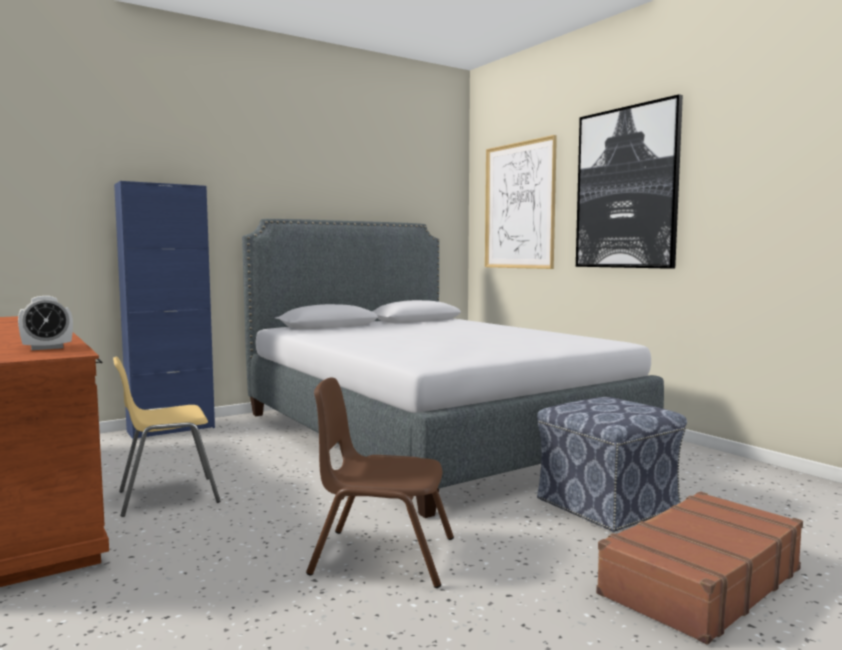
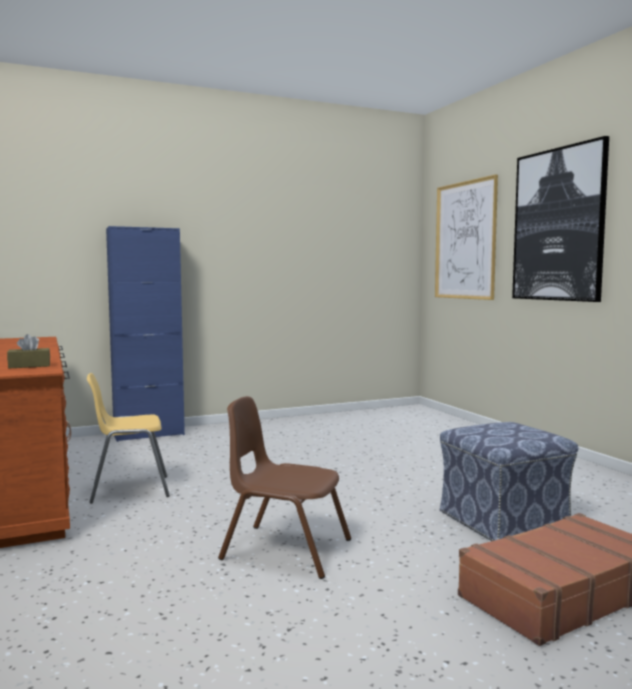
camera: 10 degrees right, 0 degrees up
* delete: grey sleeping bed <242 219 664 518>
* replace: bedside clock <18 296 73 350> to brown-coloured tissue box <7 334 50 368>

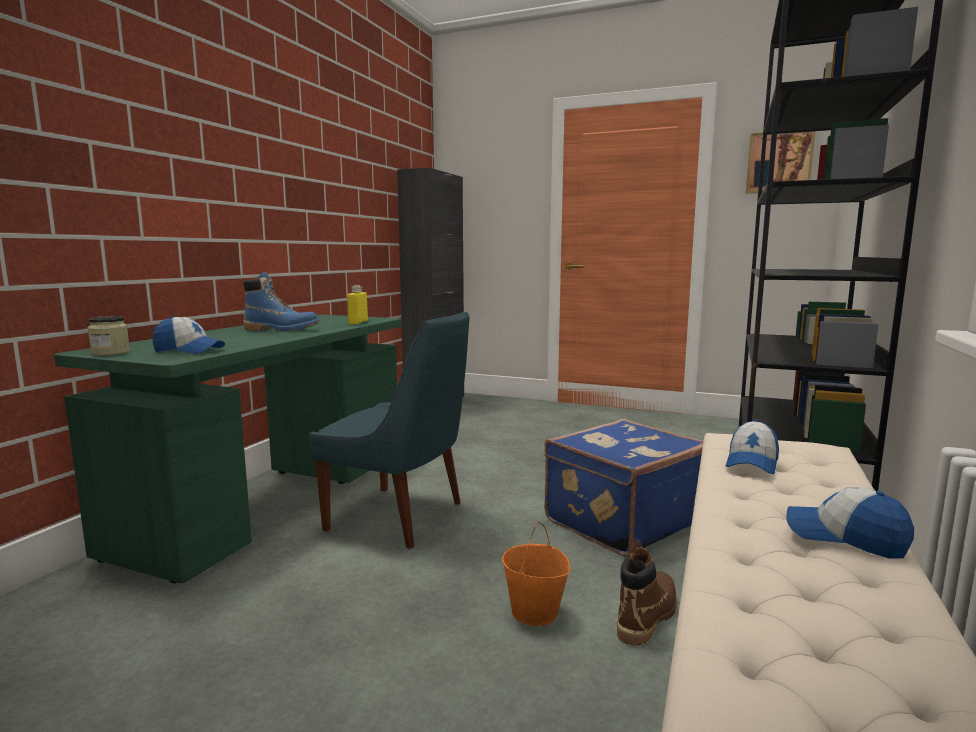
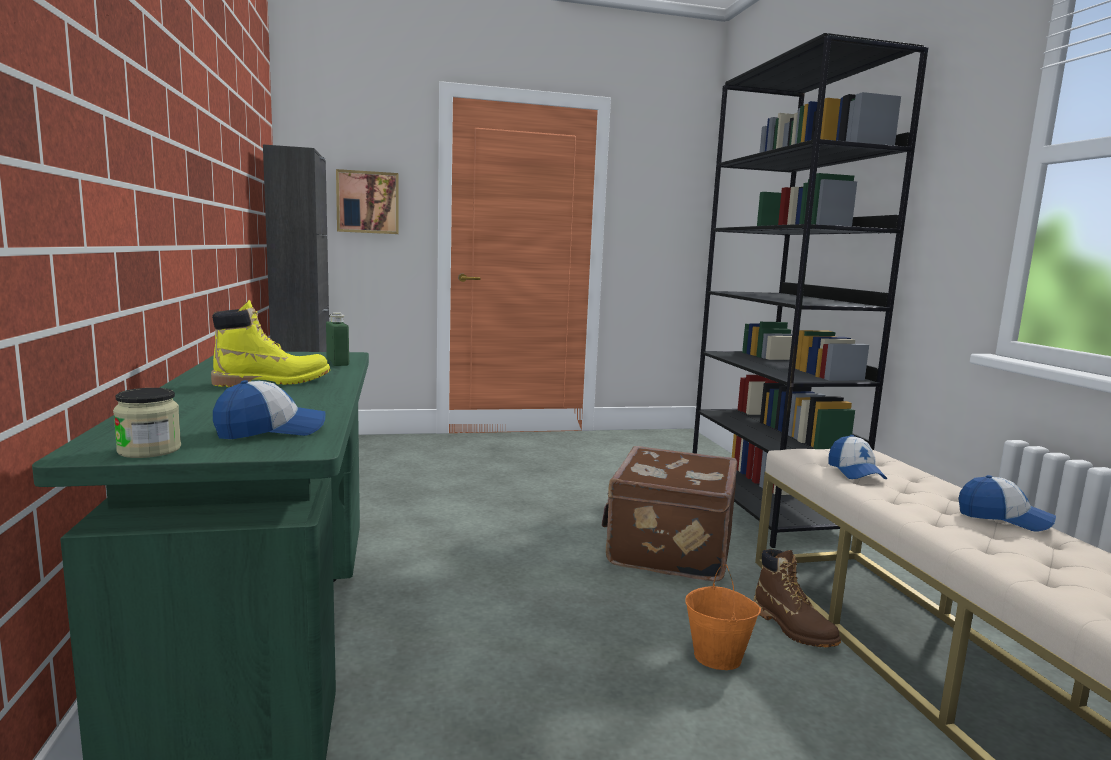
camera: 35 degrees left, 0 degrees up
* delete: blue chair <309 312 469 549>
* move: picture <746 131 815 194> to <336 169 399 234>
* recolor: blue tall boot <243 272 319 331> to yellow tall boot <211 300 330 387>
* recolor: yellow bottle <347 285 368 324> to green-coloured bottle <326 312 349 366>
* recolor: blue travel case <544 419 703 557> to brown-coloured travel case <602 446 737 582>
* rotate: brown-coloured tall boot <617 547 677 645> = <753 549 841 648> 150 degrees clockwise
* rotate: cap <786 487 914 559> = <958 475 1056 531> 150 degrees counterclockwise

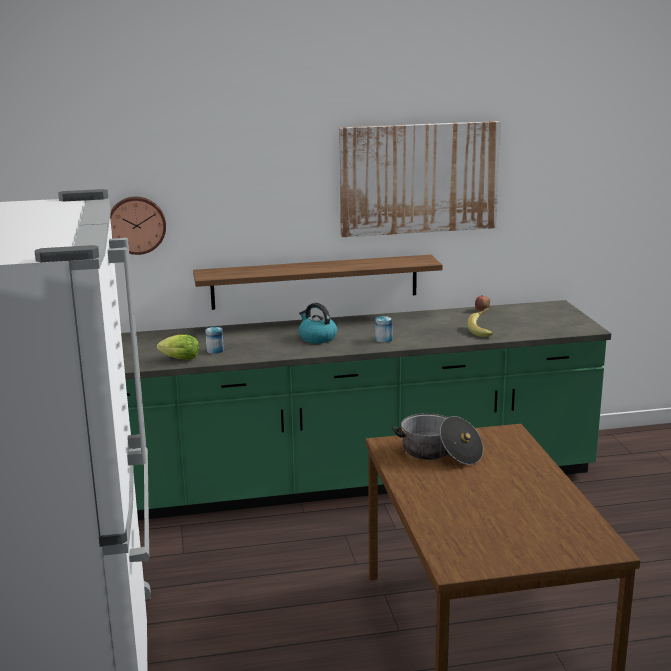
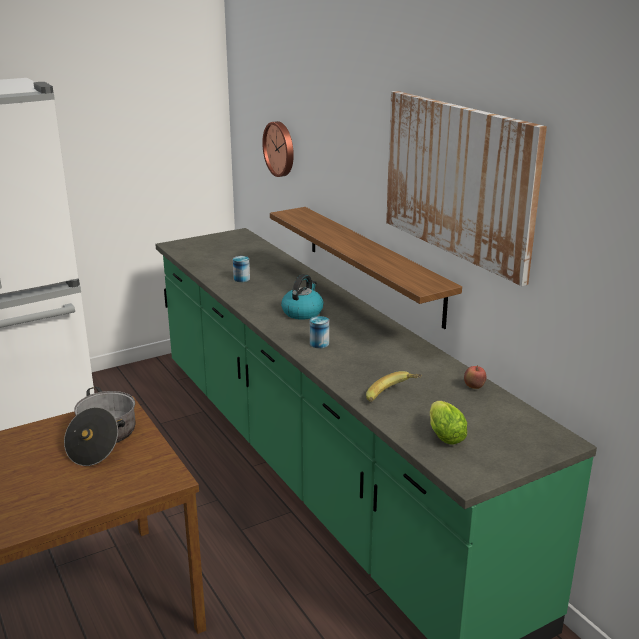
camera: 70 degrees right, 5 degrees up
* move: head of lettuce <157 334 199 360> to <430 401 467 444>

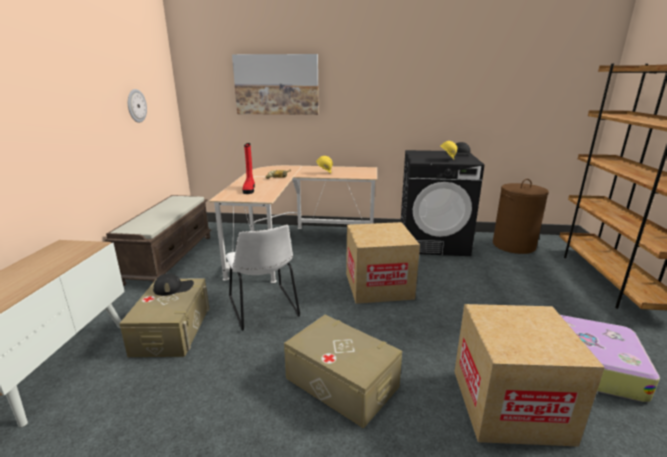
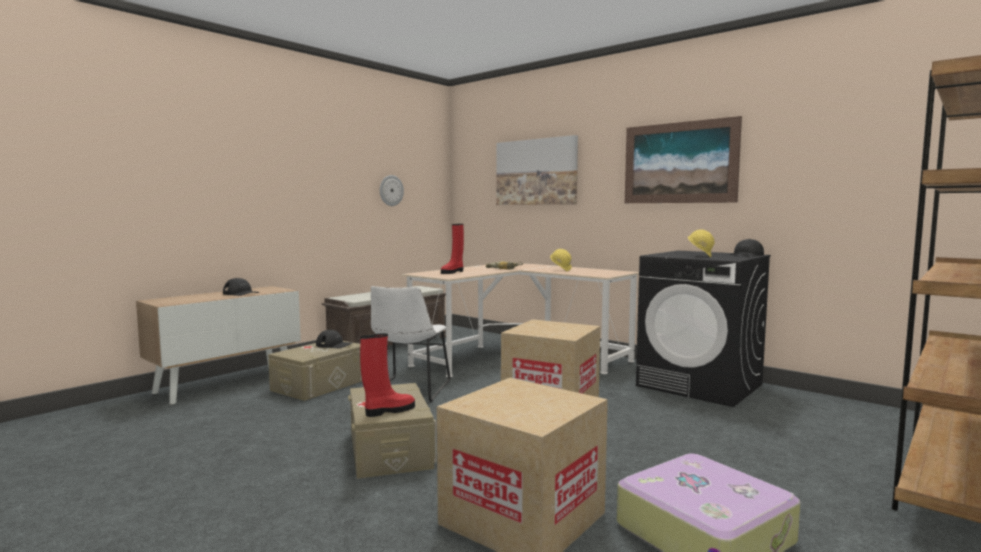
camera: 35 degrees right, 15 degrees down
* delete: brown-coloured washing basket <493 179 549 254>
* insert: blackish cap <223 278 259 296>
* insert: red-coloured tall boot <360 333 415 417>
* insert: picture <625 116 742 203>

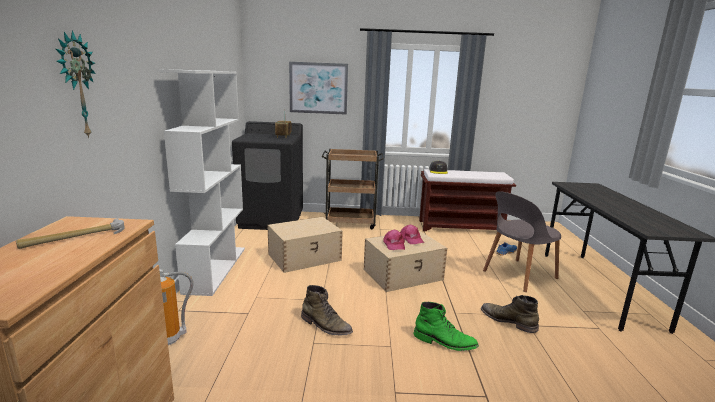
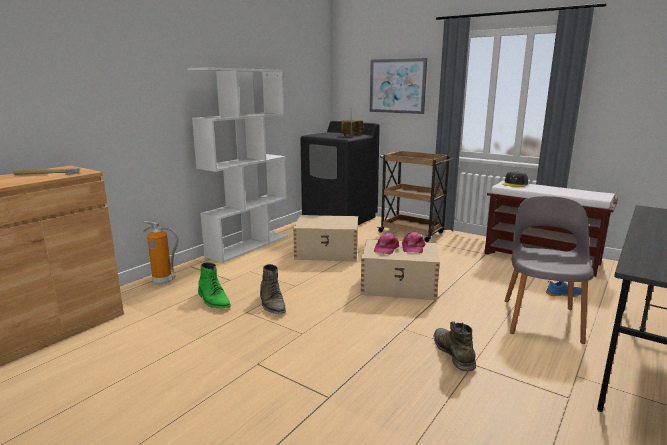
camera: 35 degrees right, 0 degrees up
* delete: hanging clock <55 30 96 139>
* move: green-coloured tall boot <414 302 479 351> to <198 262 231 309>
* rotate: grey chair <483 191 561 292> = <505 196 594 344> 105 degrees clockwise

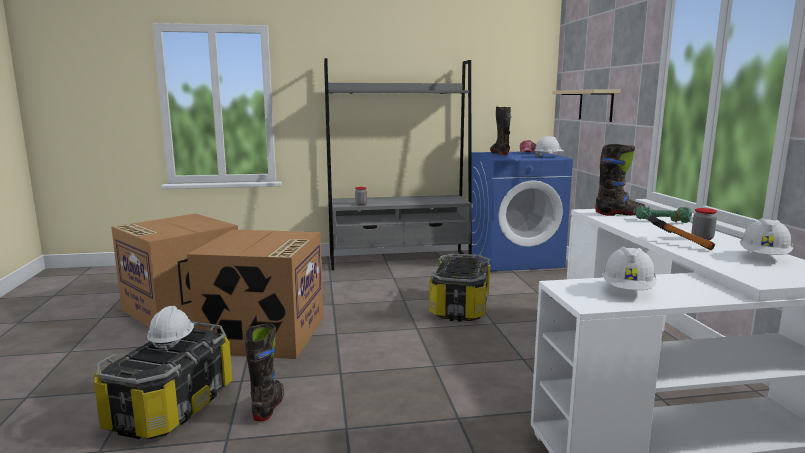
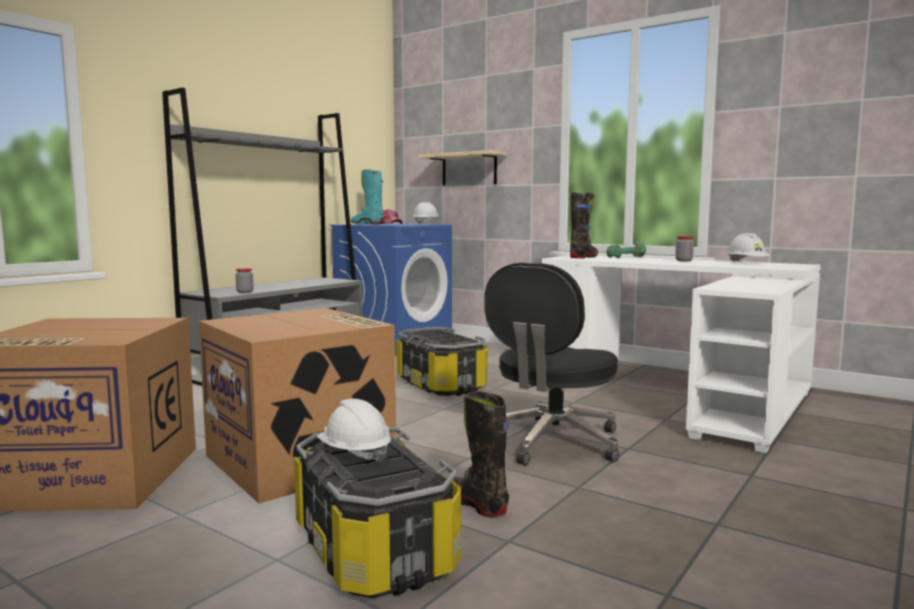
camera: 45 degrees left, 5 degrees down
* delete: whitish safety helmet <602 247 657 290>
* delete: hand hammer <649 216 715 250>
* insert: blackish office chair <484 262 619 466>
* recolor: blackish tall boot <490 106 511 155> to turquoise tall boot <351 169 384 225>

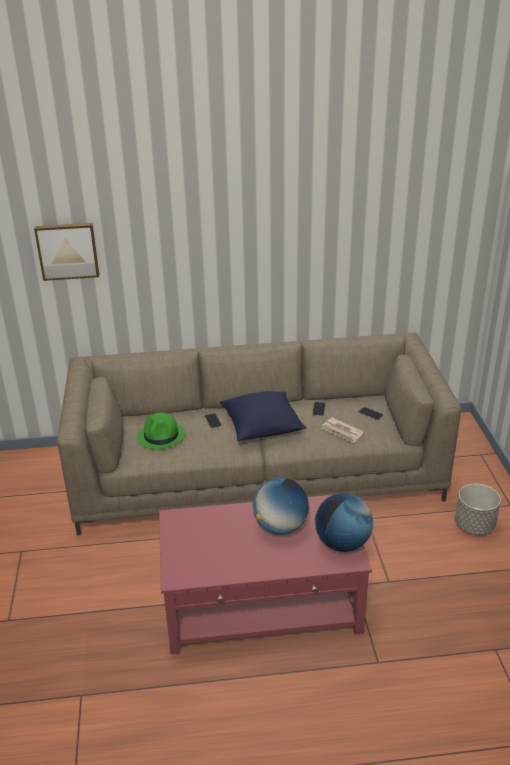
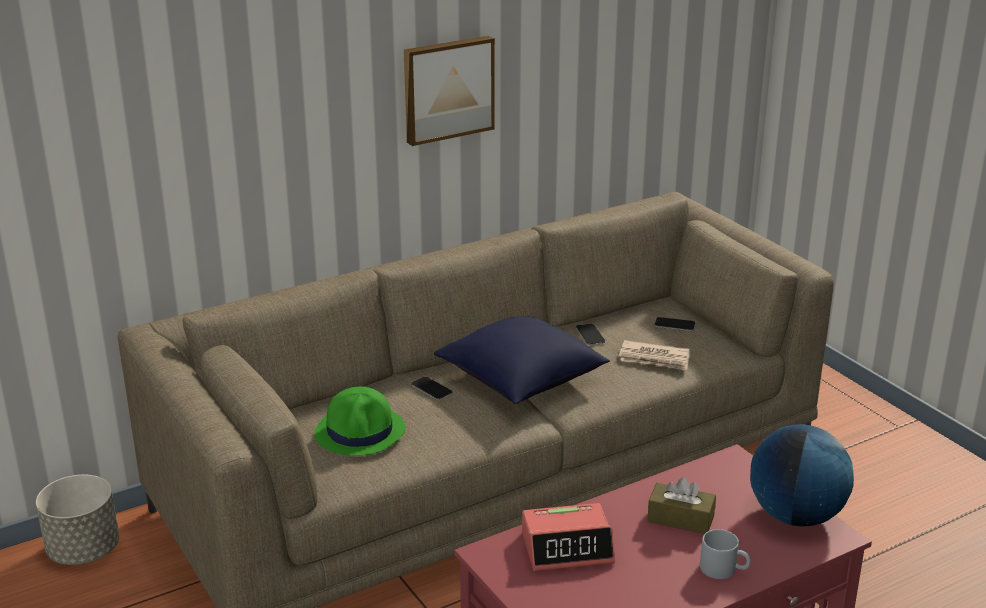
camera: 25 degrees left, 5 degrees down
* insert: bedside clock <522 503 615 571>
* insert: grey coffee mug <700 529 750 579>
* move: picture <34 223 99 281> to <404 36 495 146>
* move: grey planter <455 484 501 535> to <36 475 119 565>
* replace: globe <253 478 309 535> to brown-coloured tissue box <647 477 716 534>

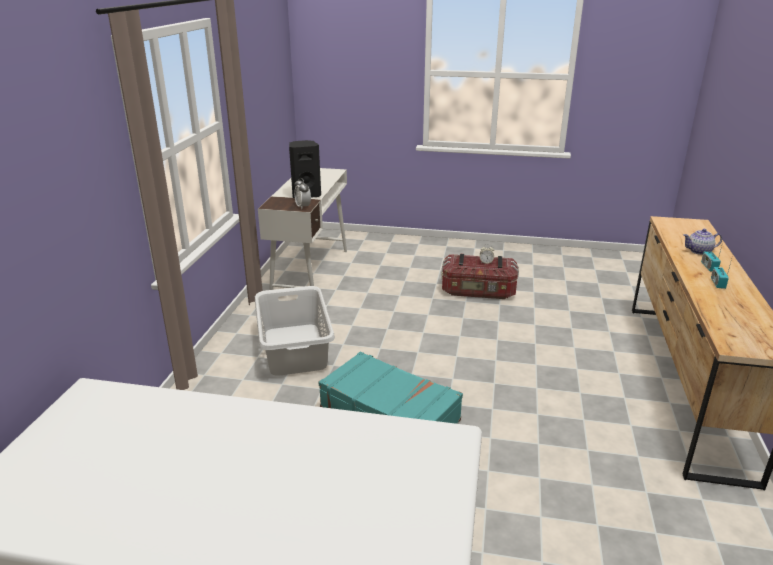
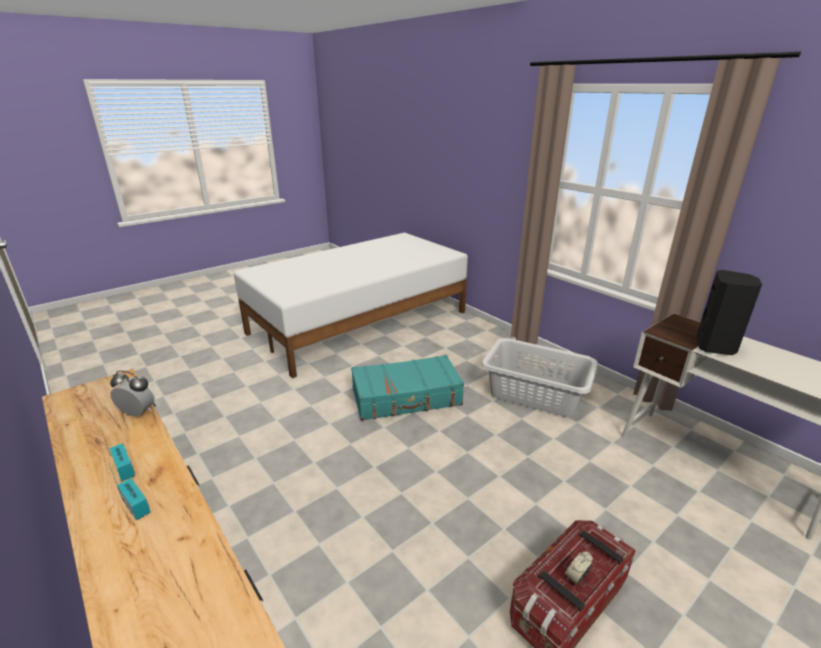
camera: 130 degrees right, 0 degrees up
* delete: tea pot <683 229 722 255>
* move: bedside clock <294 178 311 209> to <110 370 155 417>

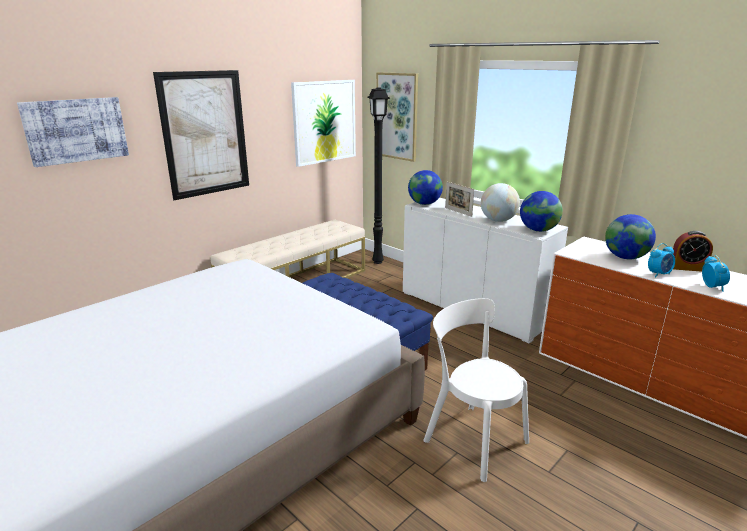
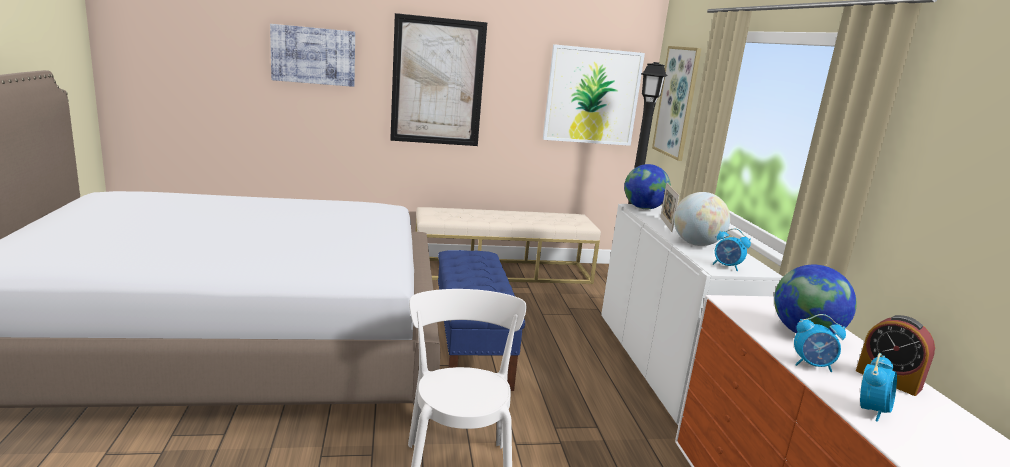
camera: 35 degrees right, 5 degrees down
* replace: globe <520 191 563 232> to bedside clock <713 228 751 271>

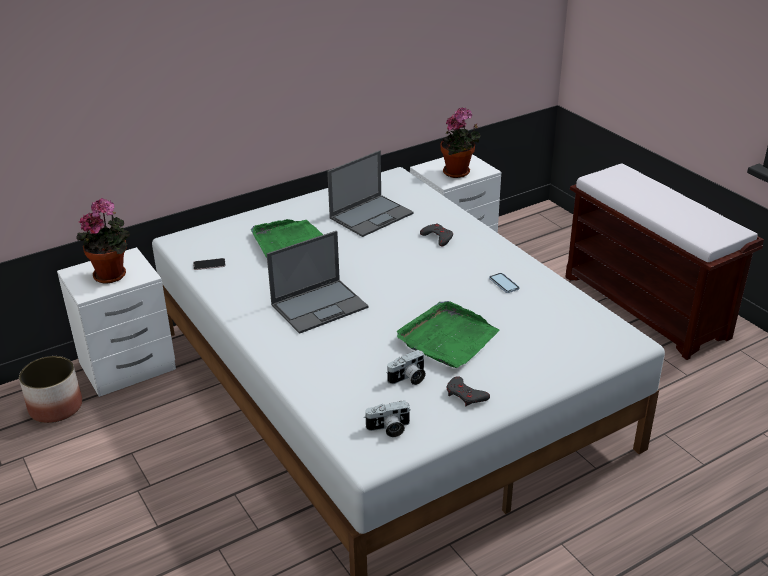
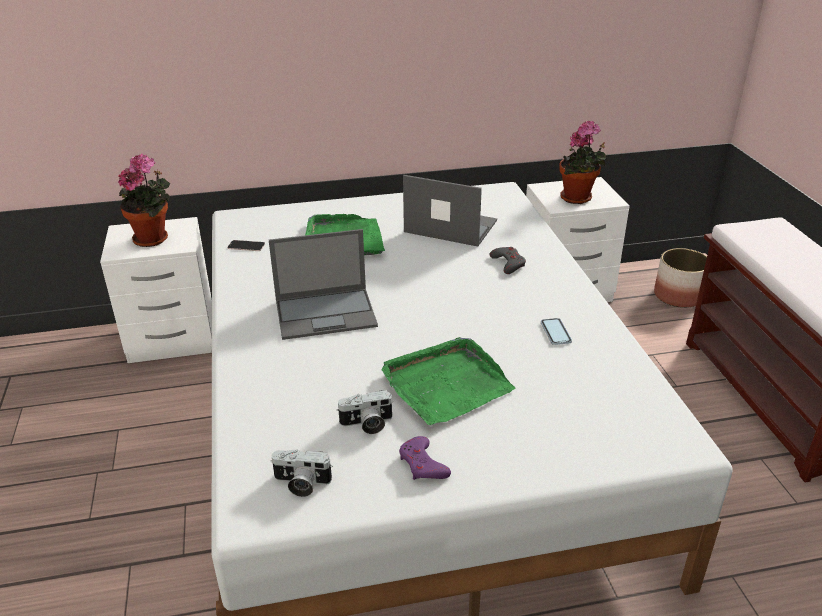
camera: 20 degrees right, 0 degrees up
* move: planter <19 356 82 423> to <654 248 707 308>
* recolor: grey gamepad <447 376 490 407> to purplish gamepad <399 436 451 480>
* rotate: notebook computer <327 150 414 237> = <403 175 497 246> 135 degrees counterclockwise

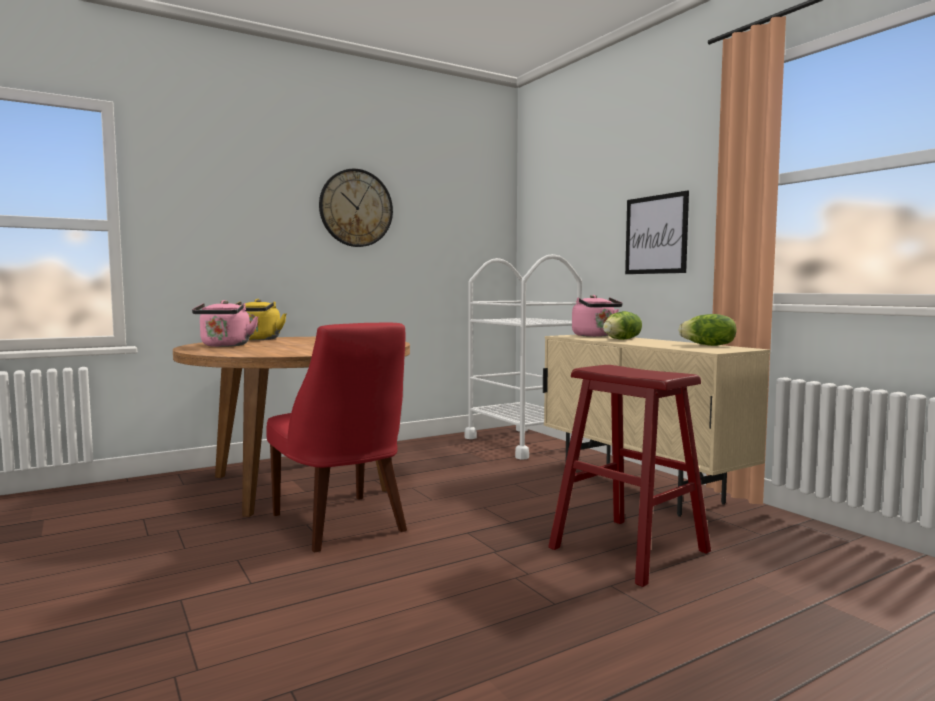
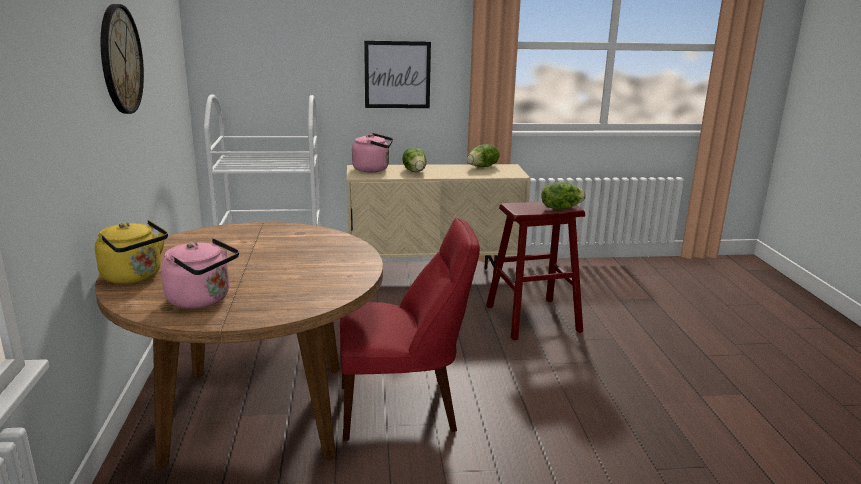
camera: 65 degrees left, 15 degrees up
* insert: head of lettuce <541 182 586 209>

